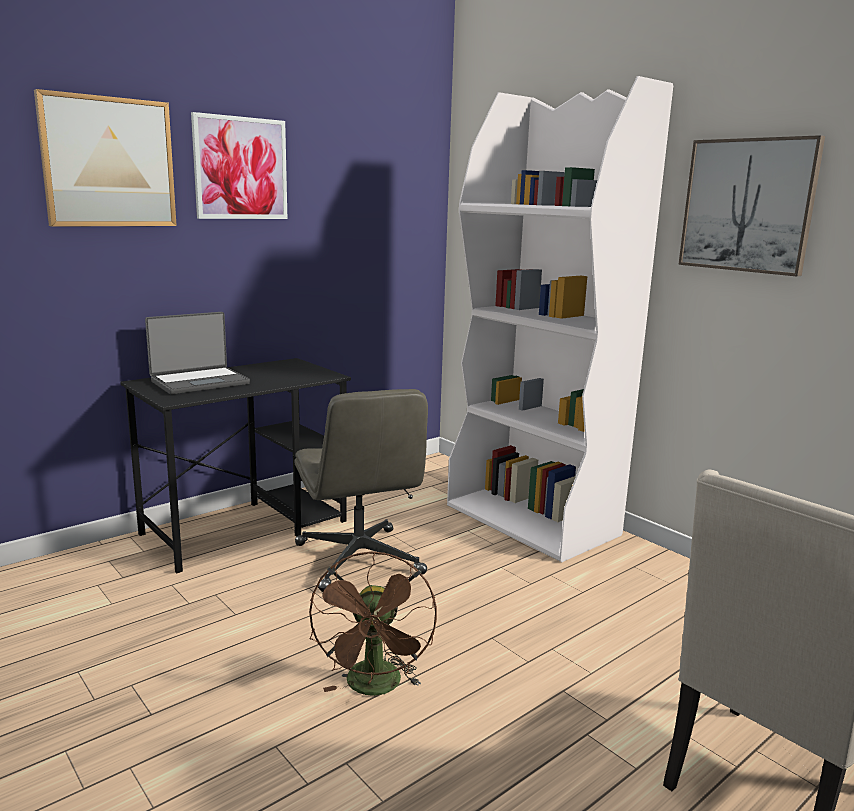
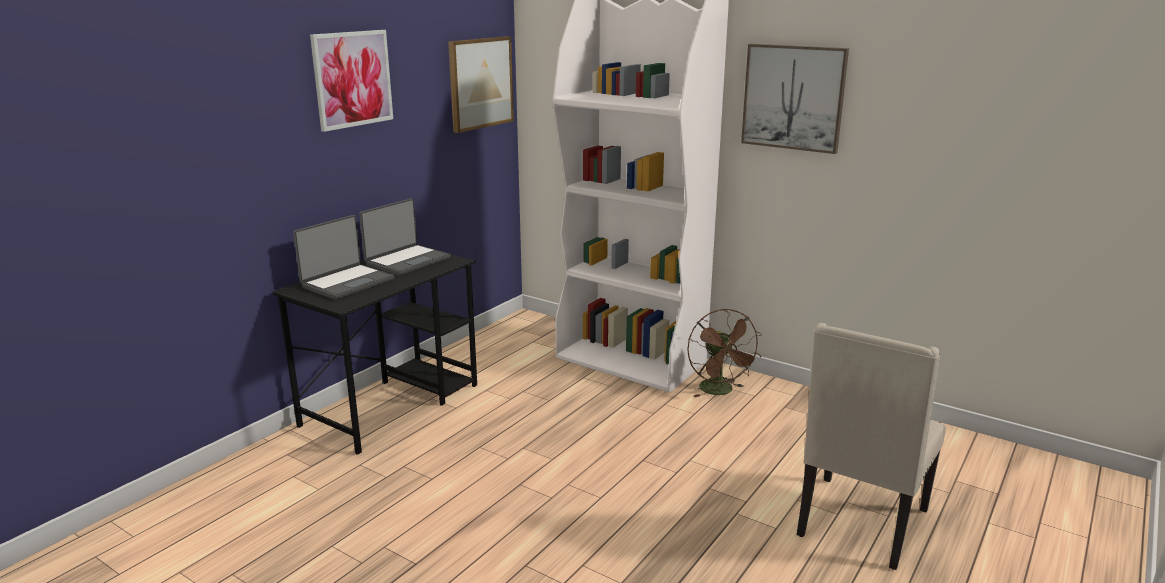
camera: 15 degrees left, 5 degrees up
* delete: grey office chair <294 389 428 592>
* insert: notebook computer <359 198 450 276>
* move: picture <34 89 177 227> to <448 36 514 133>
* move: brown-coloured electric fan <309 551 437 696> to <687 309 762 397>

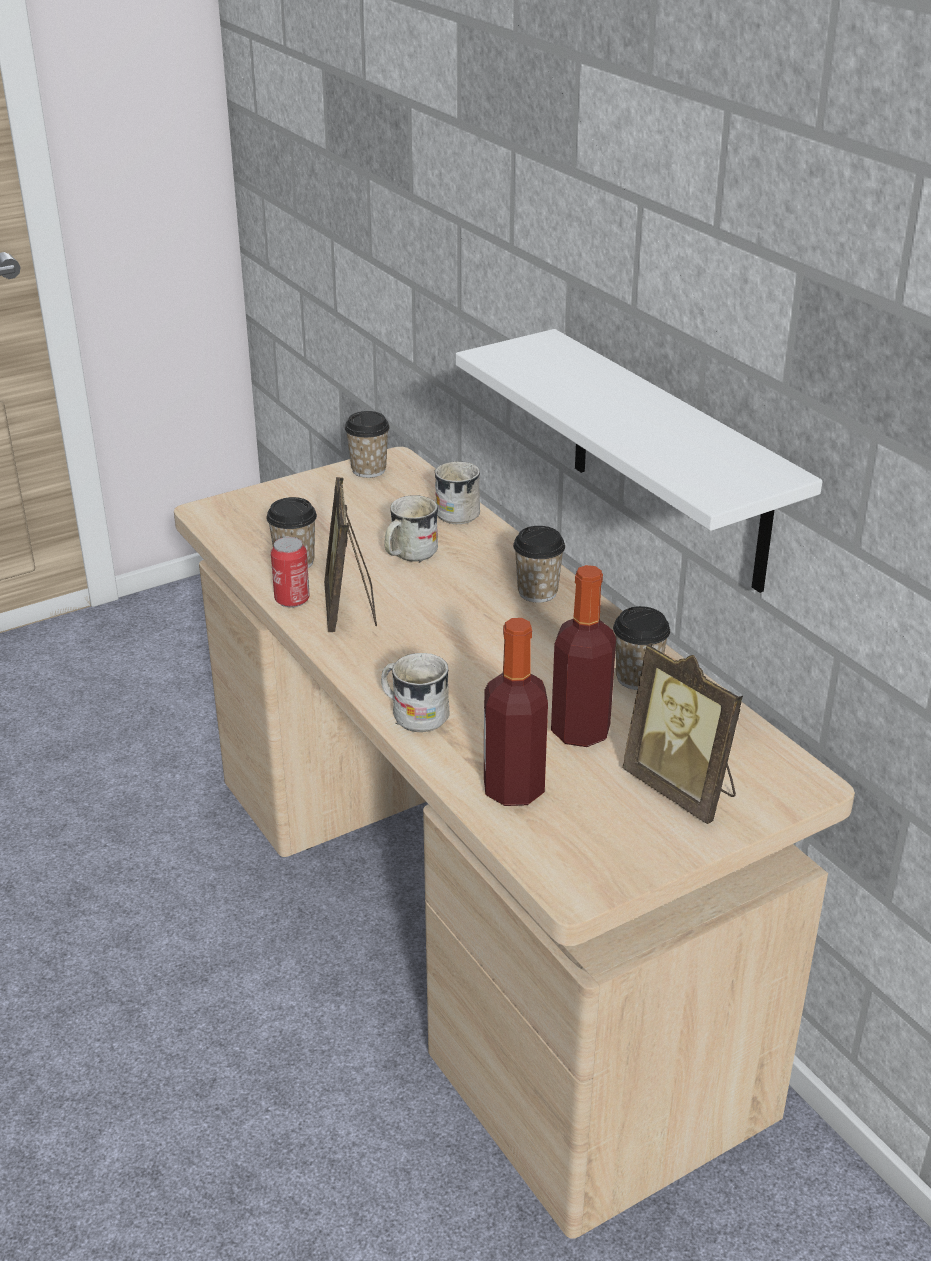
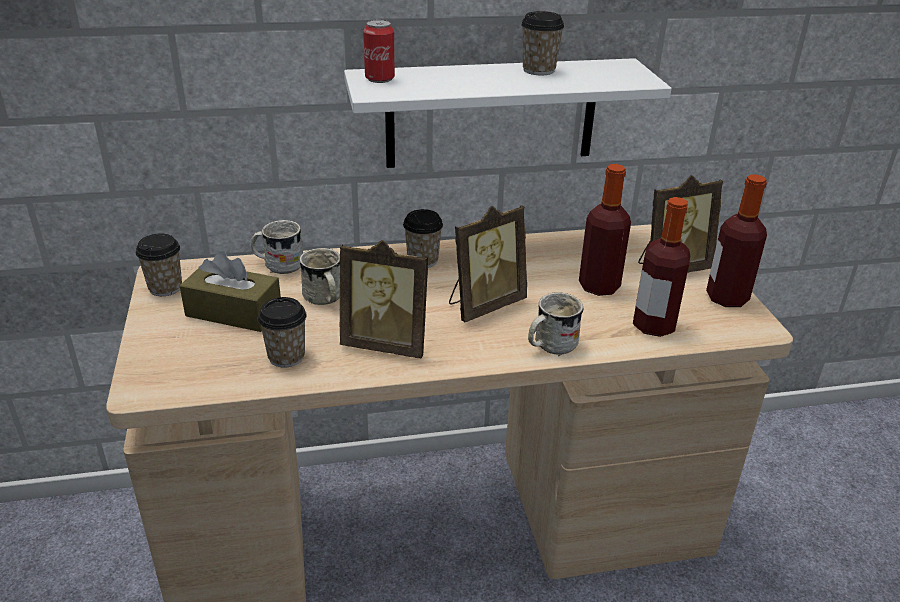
camera: 70 degrees left, 0 degrees up
* insert: brown-coloured tissue box <179 251 281 332>
* insert: photo frame <449 205 527 322>
* insert: bottle <706 175 767 307>
* move: metal can <271 537 310 608> to <363 20 395 83>
* move: drinking cup <613 606 670 690> to <521 11 564 75>

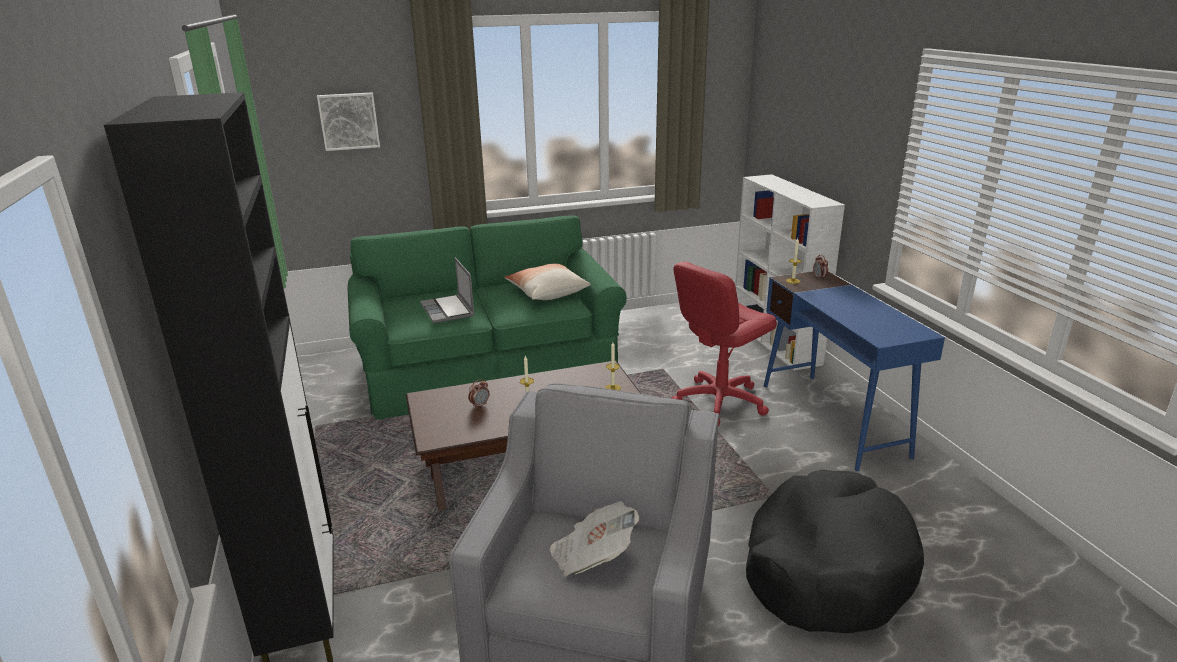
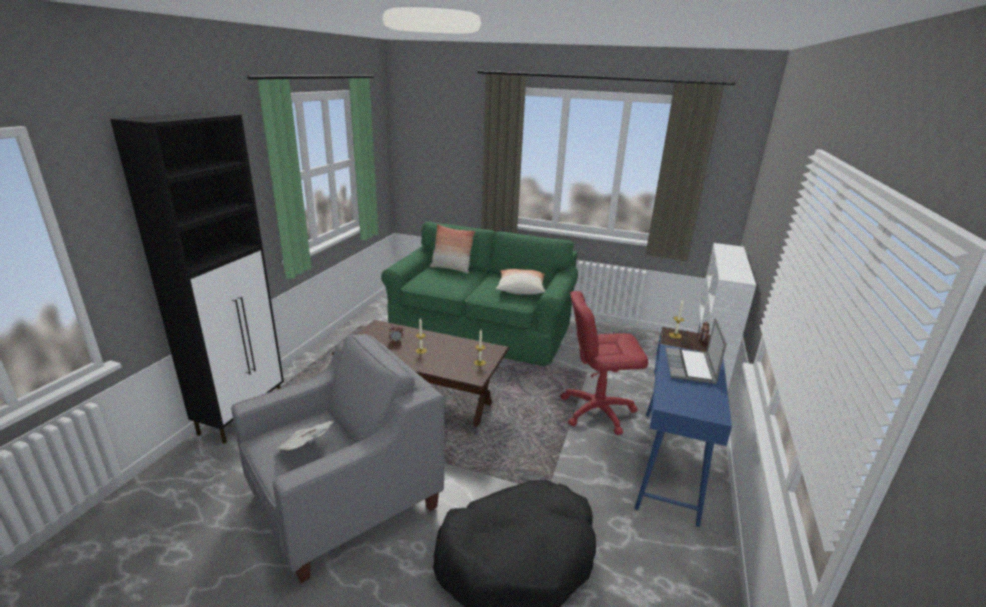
camera: 35 degrees right, 0 degrees up
* delete: picture <317 92 380 151>
* insert: throw pillow <430 224 476 274>
* move: notebook computer <420 258 475 323> to <666 317 727 384>

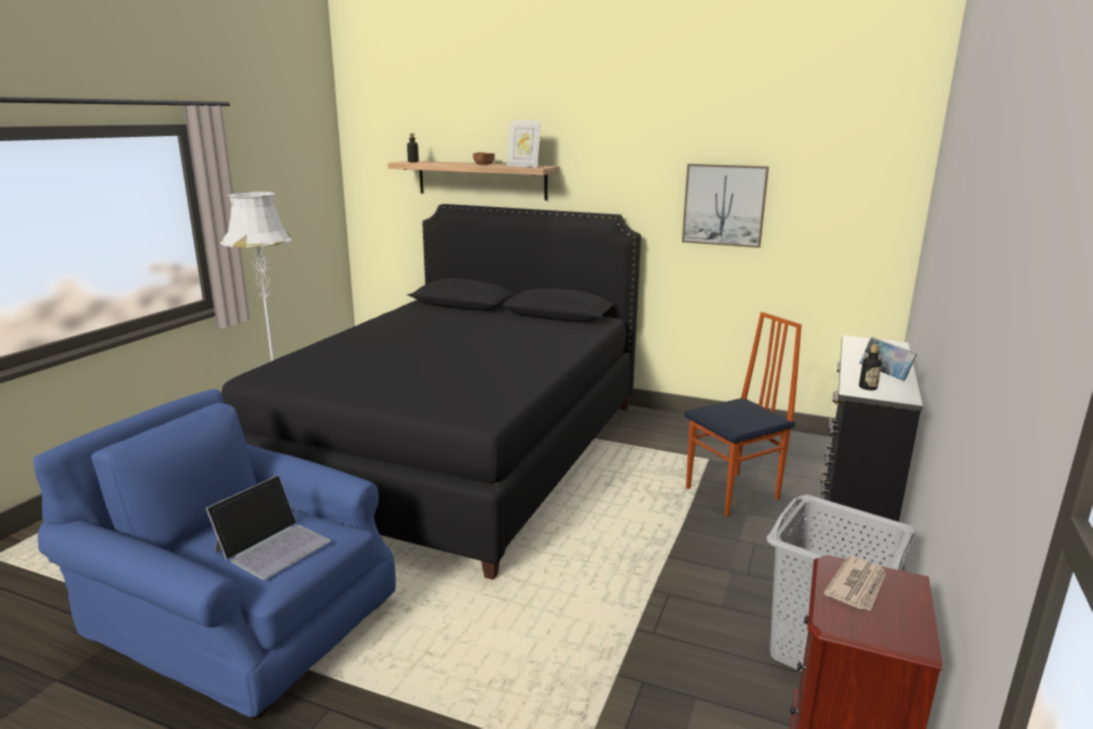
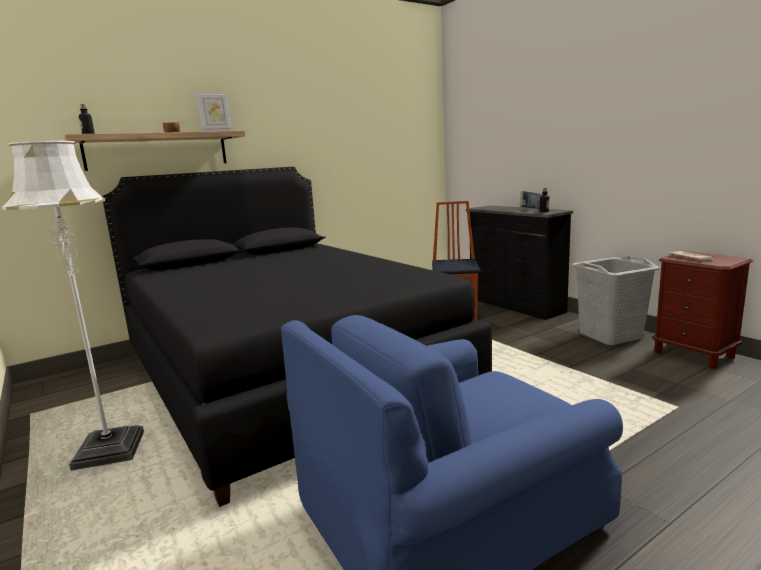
camera: 55 degrees left, 5 degrees down
* delete: notebook computer <206 475 331 580>
* delete: picture <682 164 769 248>

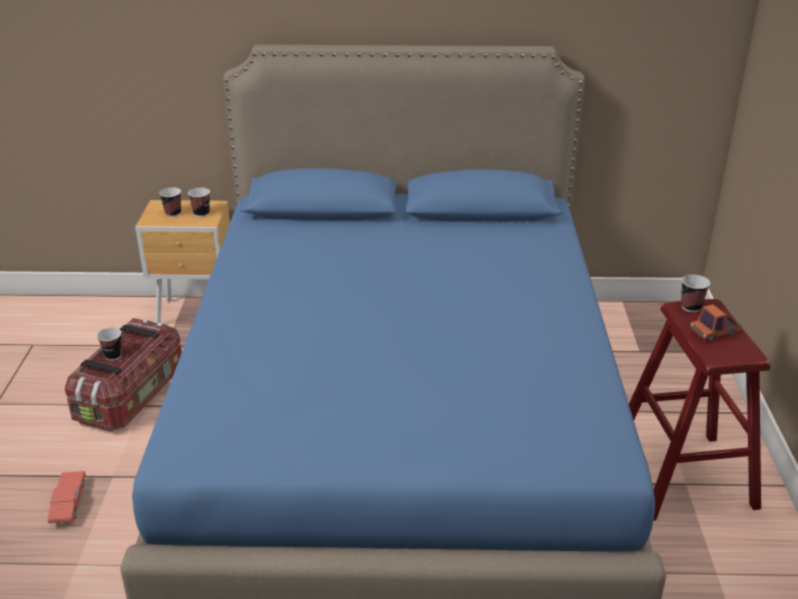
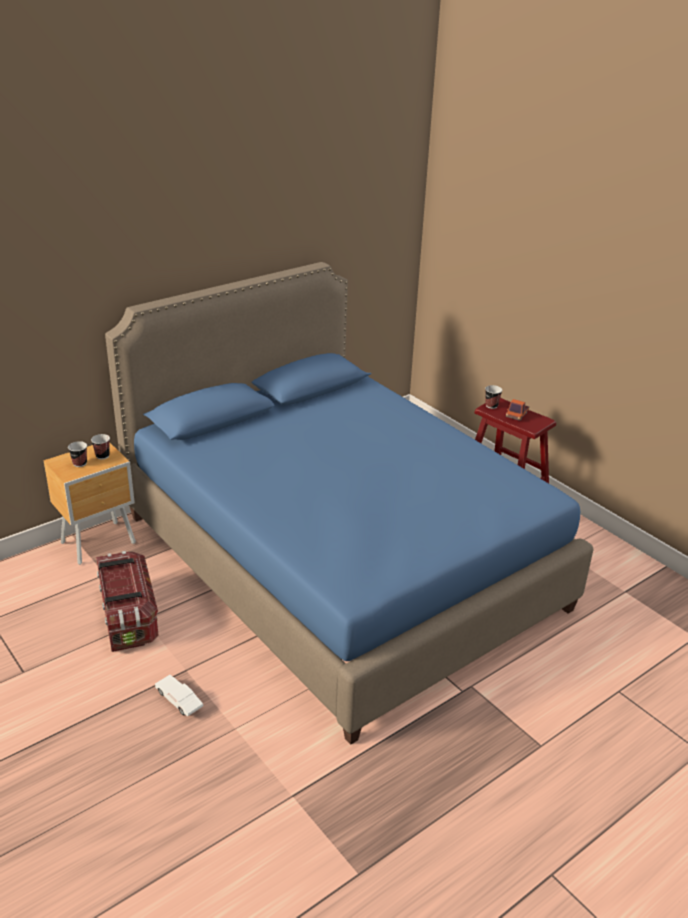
camera: 40 degrees left, 0 degrees up
* delete: drinking cup <97 327 122 361>
* recolor: red-coloured model car <48 471 86 523> to whitish model car <155 675 203 716>

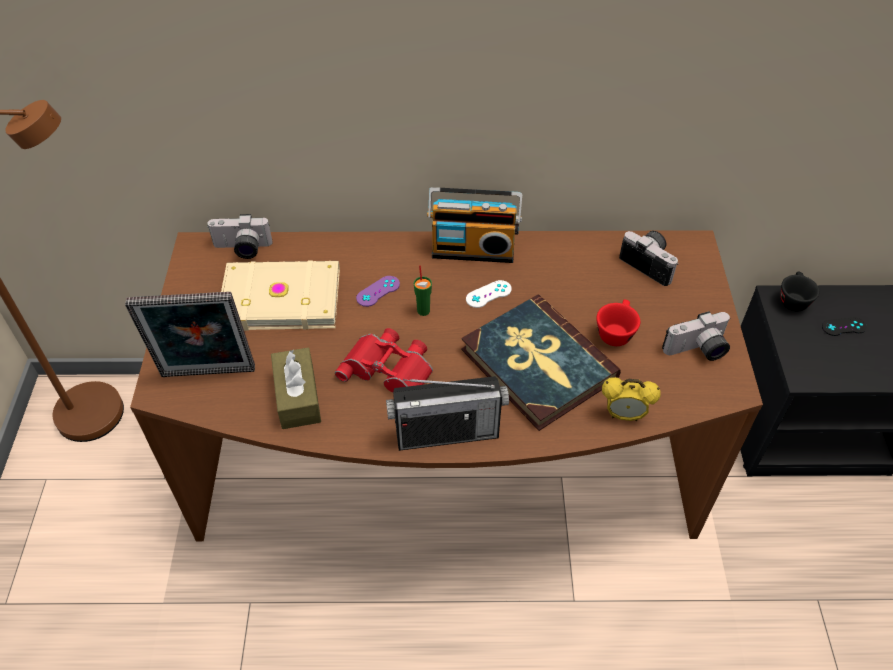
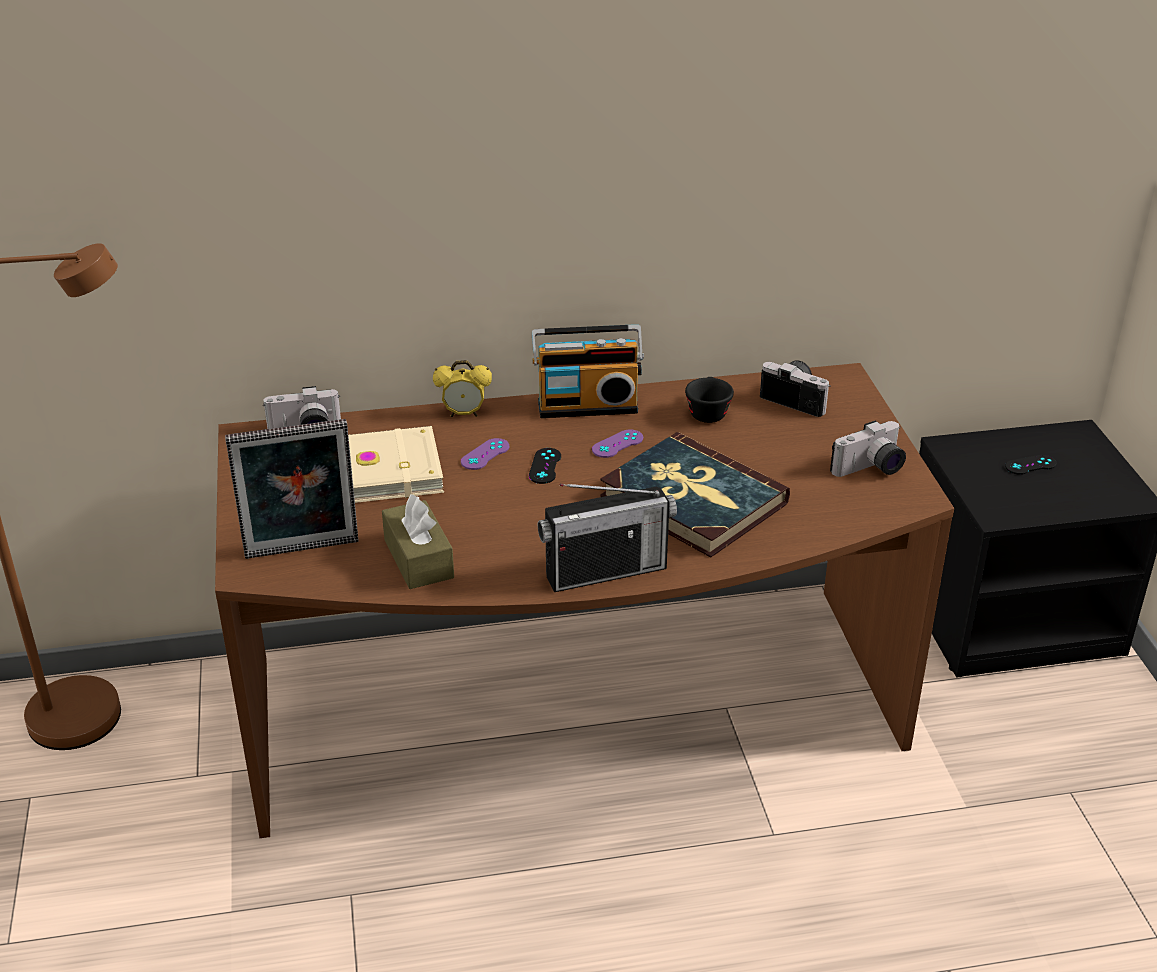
camera: 10 degrees left, 15 degrees down
* delete: red-coloured pair of binoculars <335 328 433 392>
* delete: red-coloured drinking cup <596 299 640 346>
* move: bedside clock <602 377 661 421> to <433 360 492 417>
* move: blackish drinking cup <781 272 819 311> to <685 377 734 423>
* replace: green-coloured drinking cup <414 265 432 316> to blackish gamepad <529 448 561 484>
* recolor: whitish gamepad <466 280 512 308> to purplish gamepad <592 430 643 458>

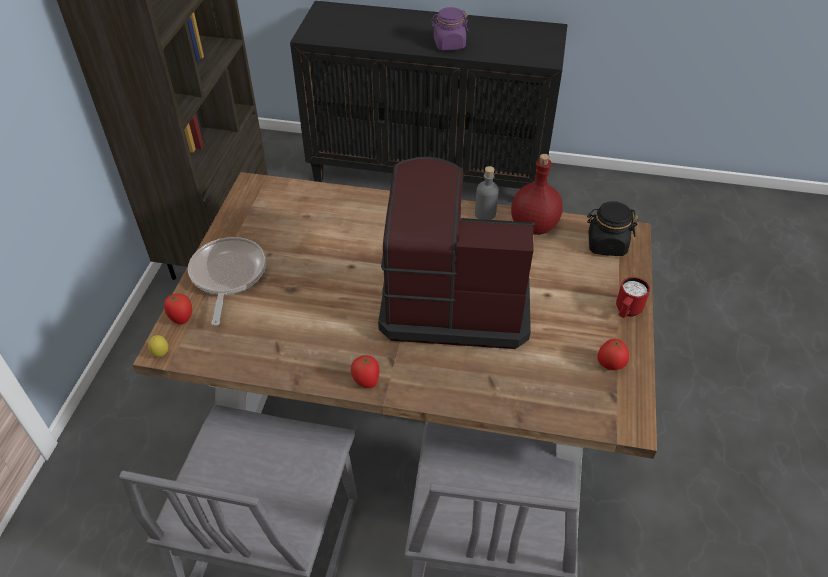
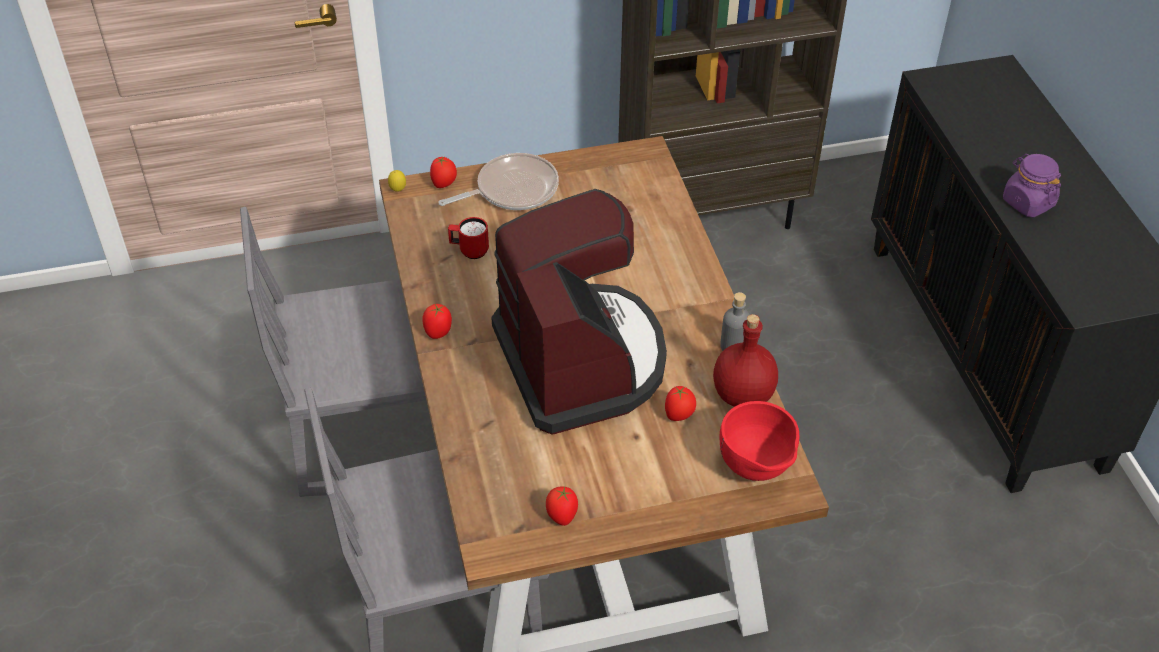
camera: 65 degrees right, 0 degrees up
* insert: whole tomato <665 386 696 421>
* move: red-coloured coffee mug <616 277 650 318> to <448 217 489 259>
* replace: blackish storage jar <587 201 638 256> to red-coloured serving bowl <719 401 799 481>

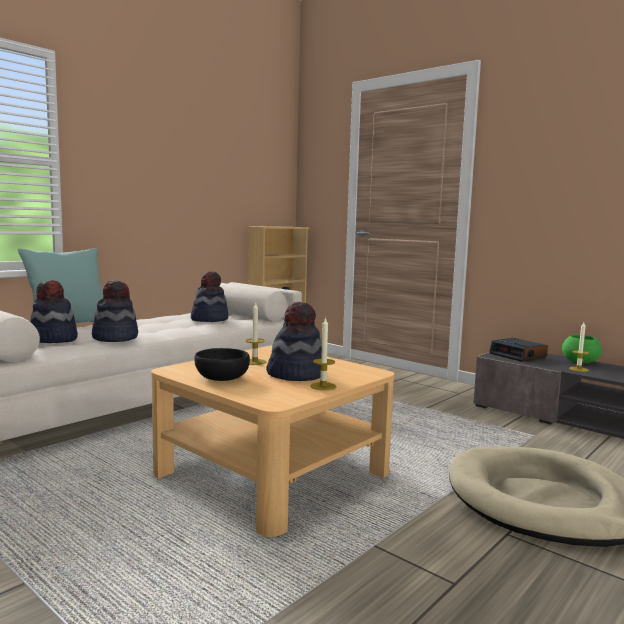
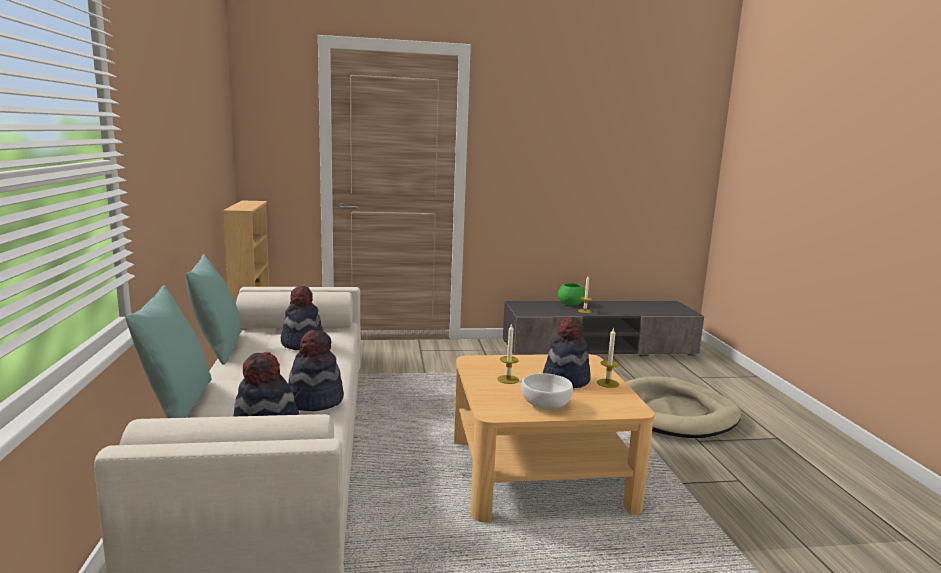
camera: 50 degrees left, 5 degrees up
* delete: bedside clock <489 338 548 362>
* insert: turquoise throw pillow <186 254 241 365>
* recolor: blackish serving bowl <194 348 250 381> to whitish serving bowl <521 373 573 409>

